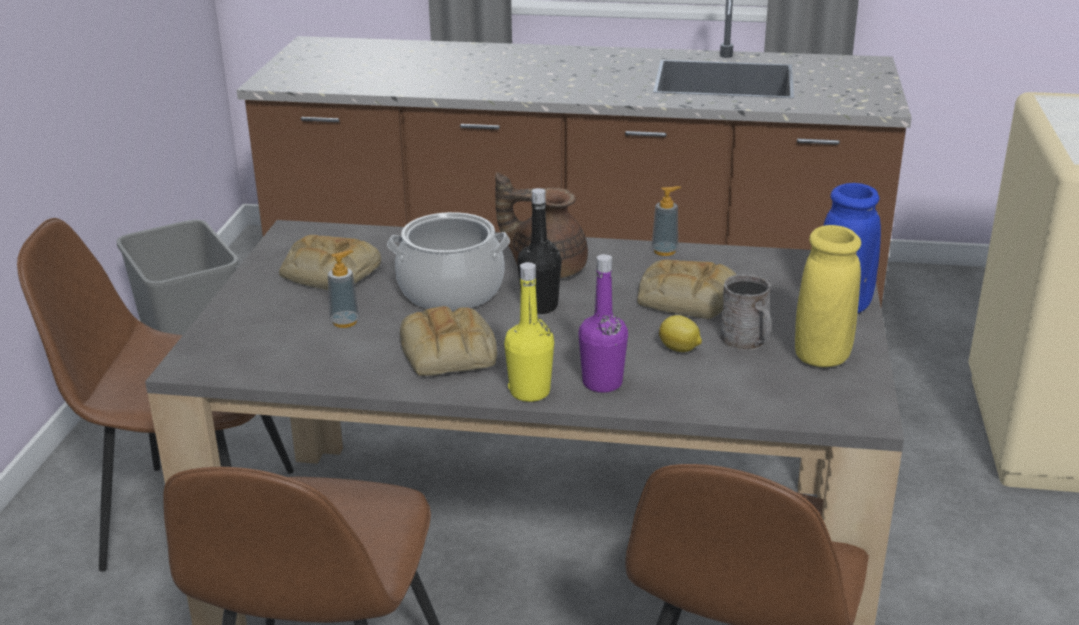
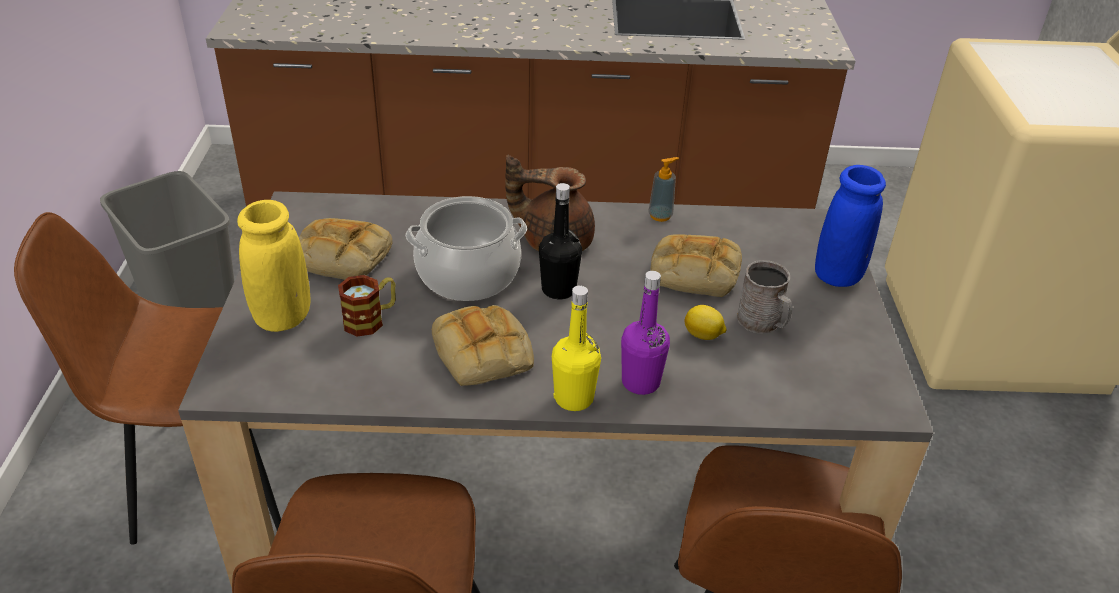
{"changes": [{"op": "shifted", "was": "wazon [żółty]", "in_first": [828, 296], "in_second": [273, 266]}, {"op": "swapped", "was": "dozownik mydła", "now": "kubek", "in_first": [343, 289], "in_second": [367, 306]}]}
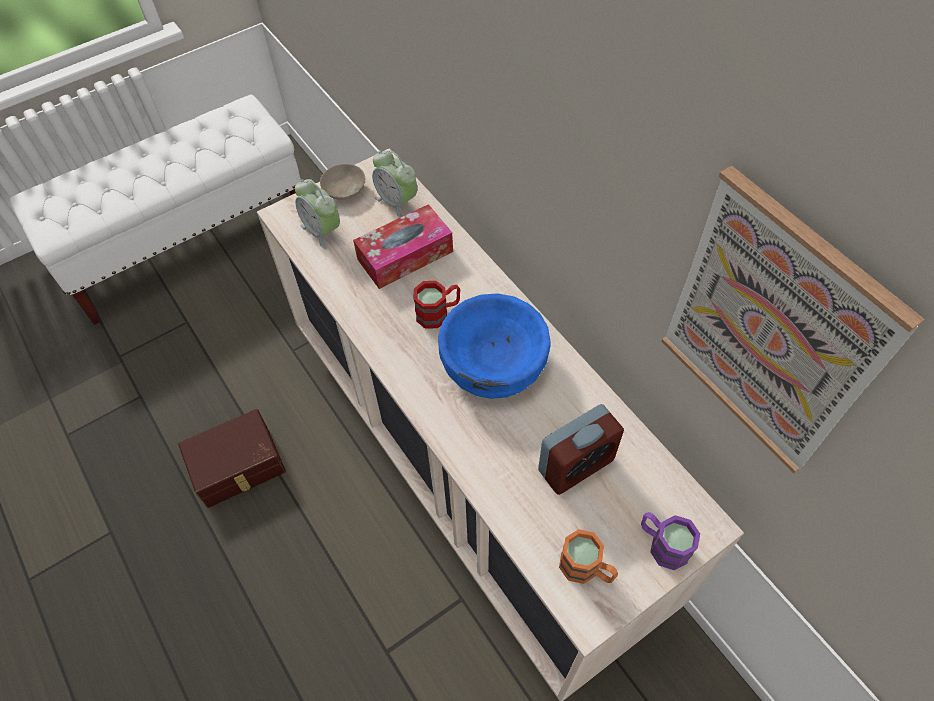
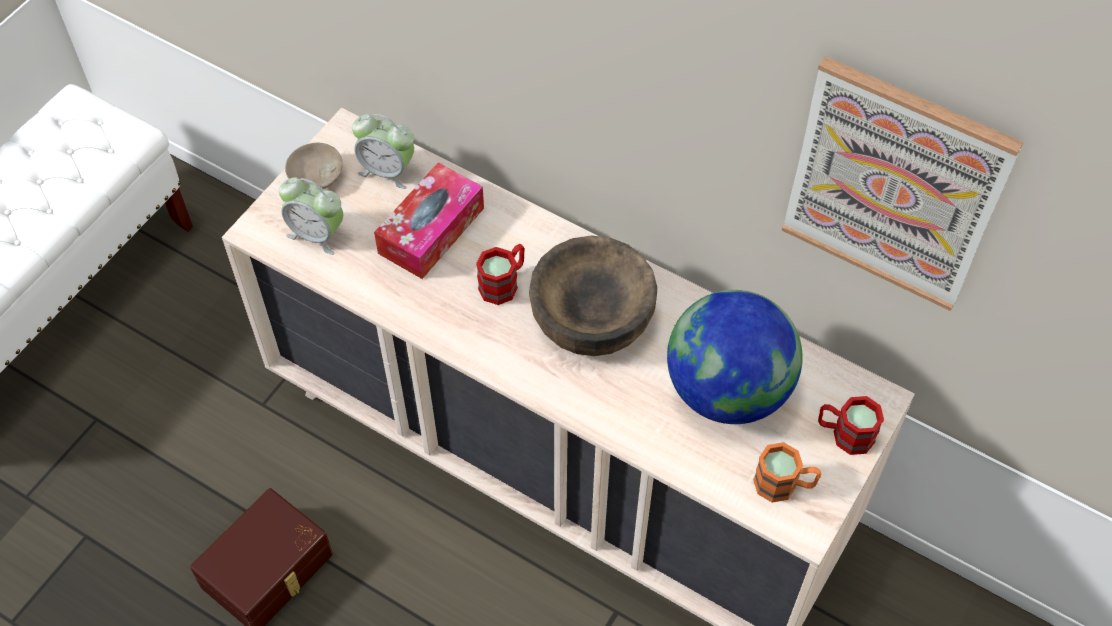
{"changes": [{"op": "repainted", "was": "miska [niebieski]", "now": "miska [brązowy]", "in_first": [494, 346], "in_second": [593, 295]}, {"op": "swapped", "was": "budzik", "now": "globus", "in_first": [581, 449], "in_second": [735, 357]}, {"op": "repainted", "was": "kubek [fioletowy]", "now": "kubek [czerwony]", "in_first": [670, 541], "in_second": [851, 425]}]}
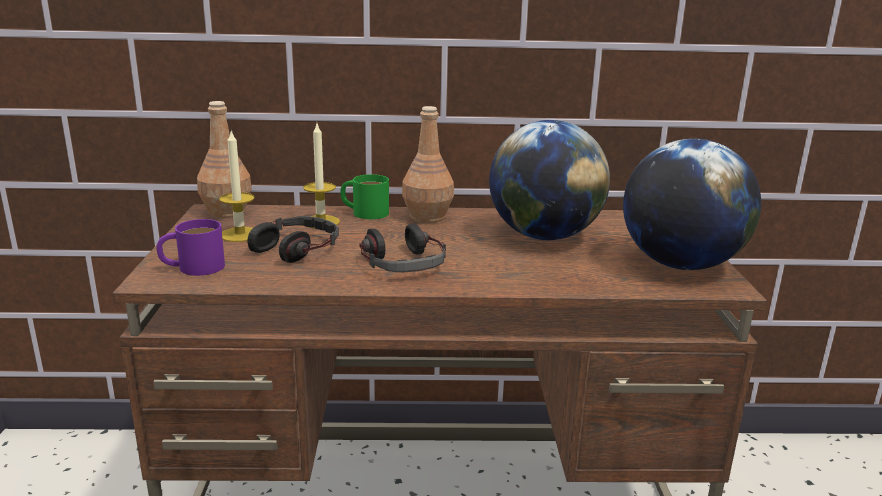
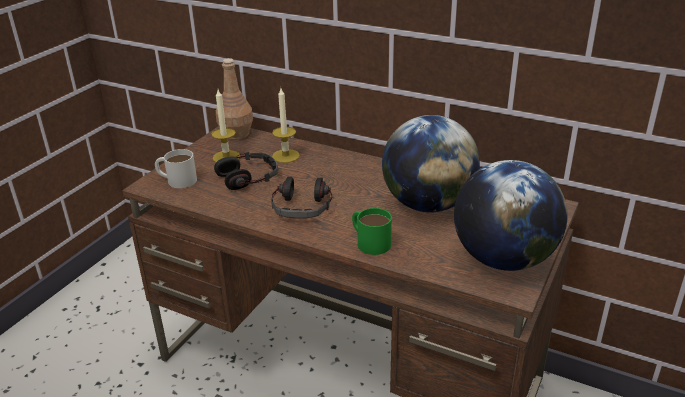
{"changes": [{"op": "repainted", "was": "kubek [fioletowy]", "now": "kubek [biały]", "in_first": [191, 247], "in_second": [176, 168]}, {"op": "shifted", "was": "kubek [zielony]", "in_first": [364, 196], "in_second": [372, 231]}, {"op": "gone", "was": "butelka [brązowy]", "in_first": [428, 164]}]}
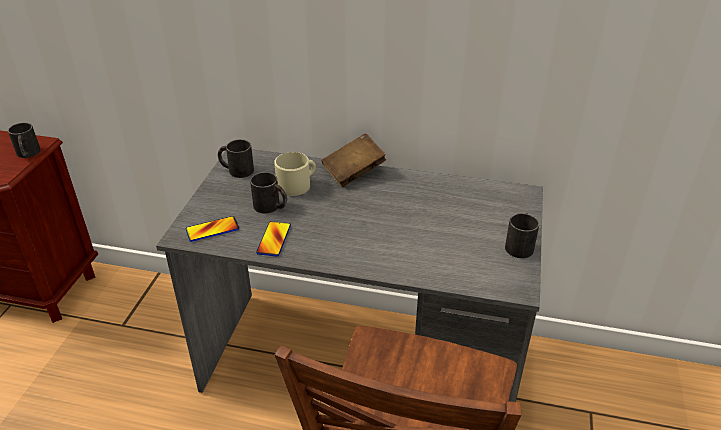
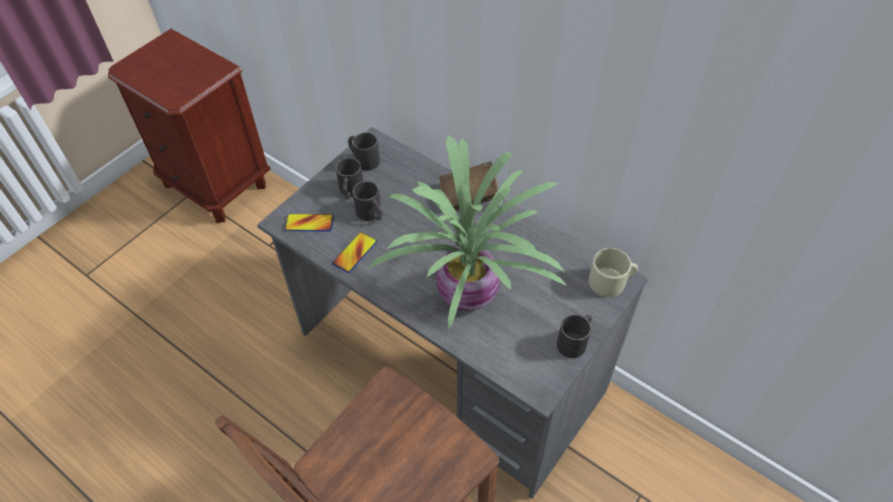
{"changes": [{"op": "shifted", "was": "kubek [czarny]", "in_first": [24, 140], "in_second": [349, 178]}, {"op": "new", "now": "roślina doniczkowa", "in_second": [467, 232]}, {"op": "shifted", "was": "kubek [beżowy]", "in_first": [295, 174], "in_second": [613, 272]}]}
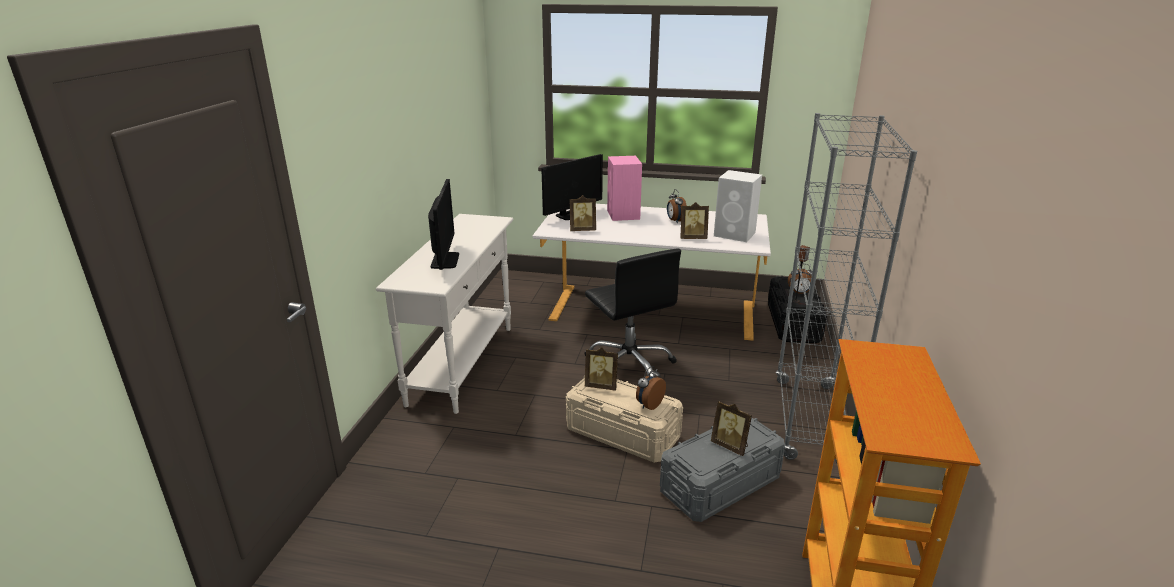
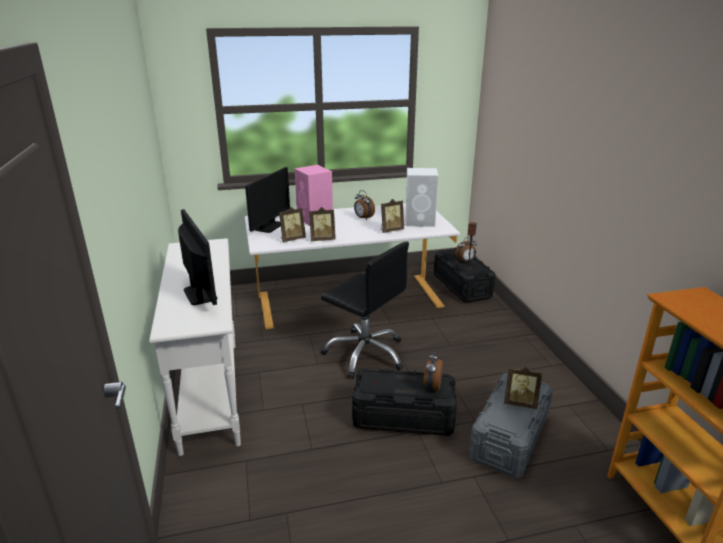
{"changes": [{"op": "shifted", "was": "ramka na zdjęcie", "in_first": [601, 369], "in_second": [322, 224]}, {"op": "repainted", "was": "pojemnik do przechowywania [beżowy]", "now": "pojemnik do przechowywania [czarny]", "in_first": [624, 418], "in_second": [404, 402]}, {"op": "gone", "was": "regał [szary]", "in_first": [846, 288]}]}
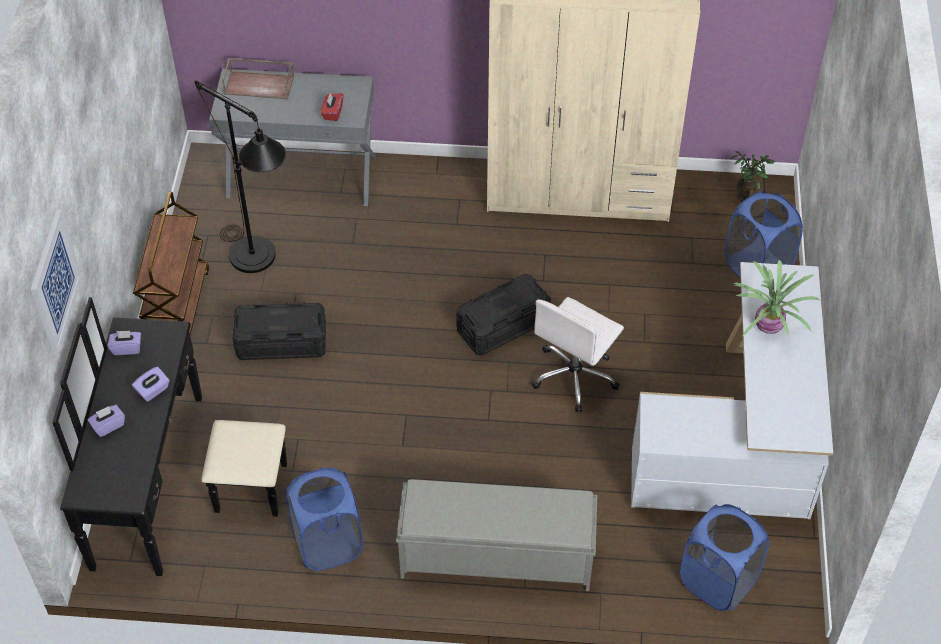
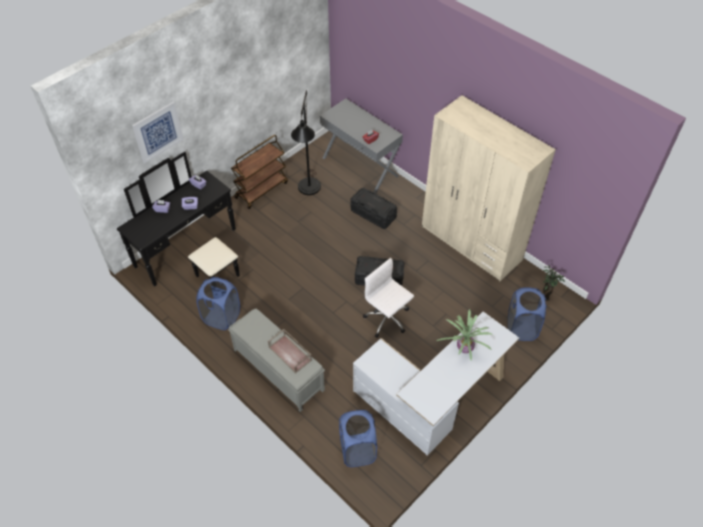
{"changes": [{"op": "shifted", "was": "taca [brązowy]", "in_first": [258, 78], "in_second": [290, 351]}, {"op": "shifted", "was": "pojemnik do przechowywania [czarny]", "in_first": [279, 331], "in_second": [374, 208]}, {"op": "rotated", "was": "krzesło biurowe [biały]", "in_first": [577, 354], "in_second": [388, 298], "clockwise": 60}]}
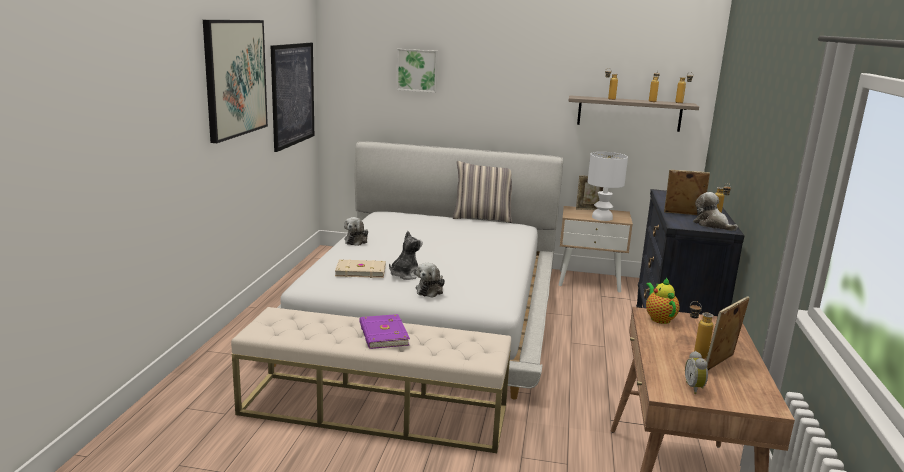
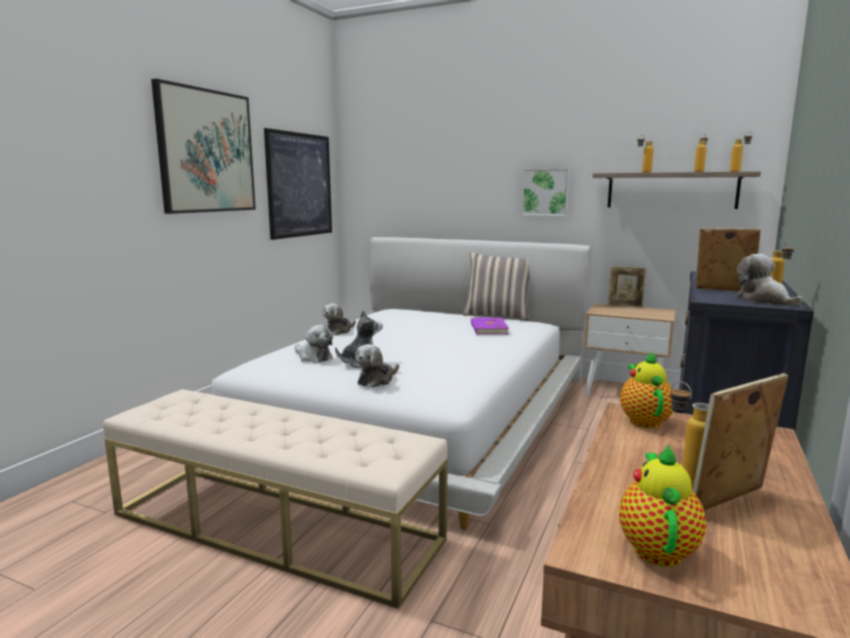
{"changes": [{"op": "swapped", "was": "książka [beżowy]", "now": "pluszak", "in_first": [360, 269], "in_second": [314, 344]}, {"op": "shifted", "was": "książka [fioletowy]", "in_first": [384, 331], "in_second": [490, 326]}, {"op": "shifted", "was": "obraz", "in_first": [417, 71], "in_second": [545, 192]}, {"op": "swapped", "was": "budzik", "now": "imbryk", "in_first": [696, 372], "in_second": [662, 505]}, {"op": "gone", "was": "lampa stołowa [biały]", "in_first": [608, 186]}]}
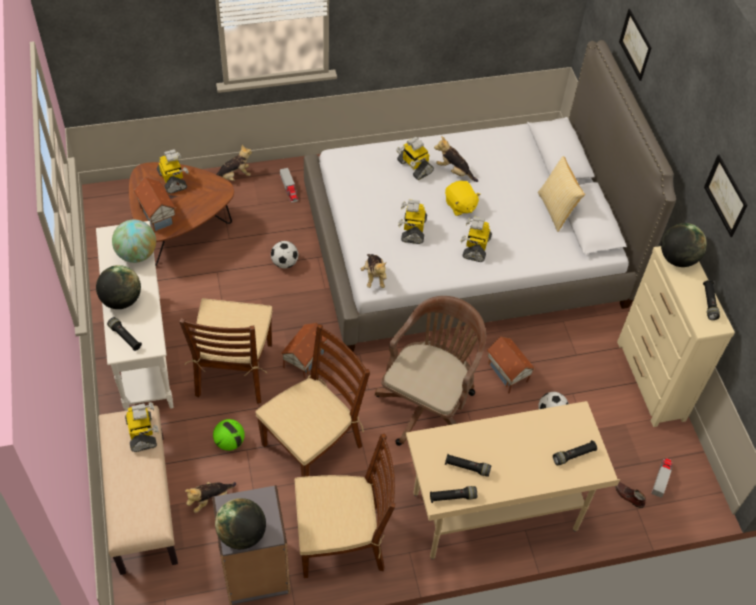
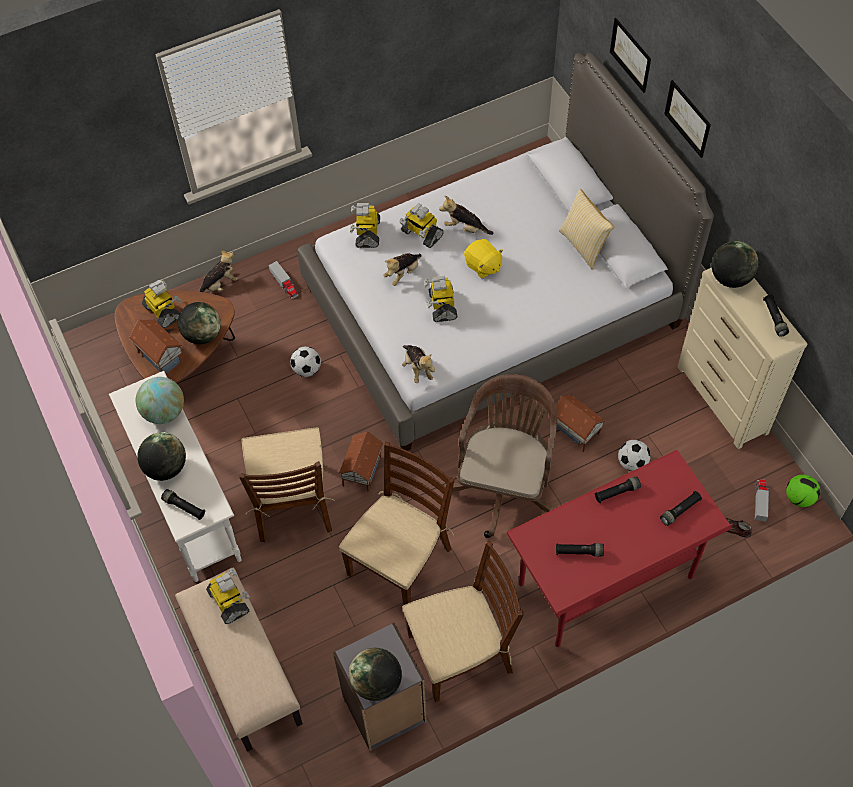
{"changes": [{"op": "new", "now": "globus", "in_second": [199, 323]}, {"op": "shifted", "was": "robot zabawkowy", "in_first": [476, 239], "in_second": [365, 225]}, {"op": "shifted", "was": "pluszak", "in_first": [210, 497], "in_second": [402, 269]}, {"op": "repainted", "was": "biurko [beżowy]", "now": "biurko [czerwony]", "in_first": [513, 480], "in_second": [620, 548]}, {"op": "shifted", "was": "latarka [czarny]", "in_first": [453, 494], "in_second": [618, 489]}, {"op": "shifted", "was": "obraz", "in_first": [726, 196], "in_second": [687, 119]}, {"op": "shifted", "was": "piłka futbolowa", "in_first": [229, 435], "in_second": [803, 490]}]}
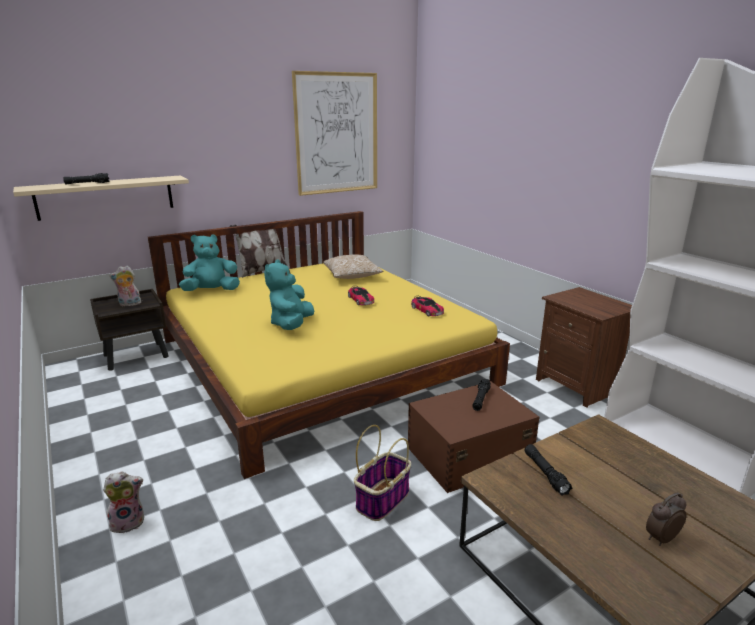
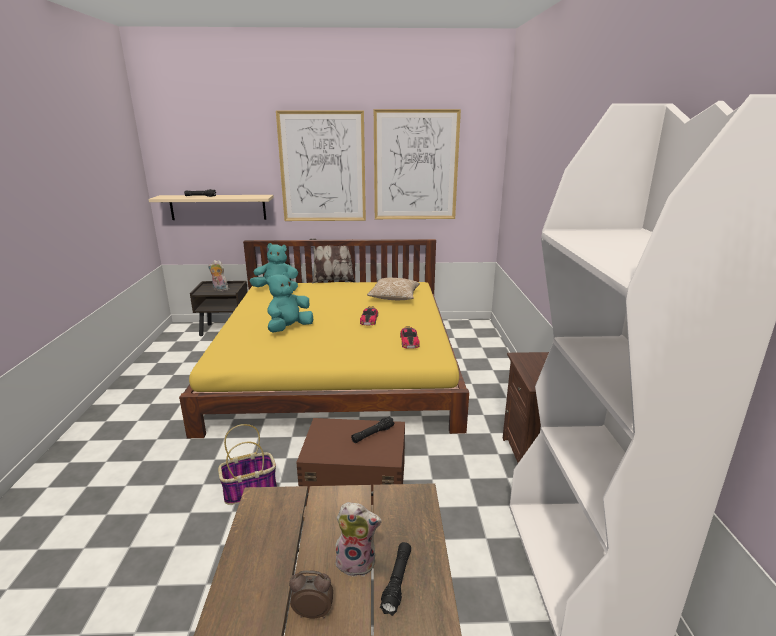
{"changes": [{"op": "new", "now": "obraz", "in_second": [321, 166]}, {"op": "shifted", "was": "pluszak", "in_first": [123, 502], "in_second": [359, 539]}, {"op": "shifted", "was": "latarka [czarny]", "in_first": [548, 470], "in_second": [395, 579]}]}
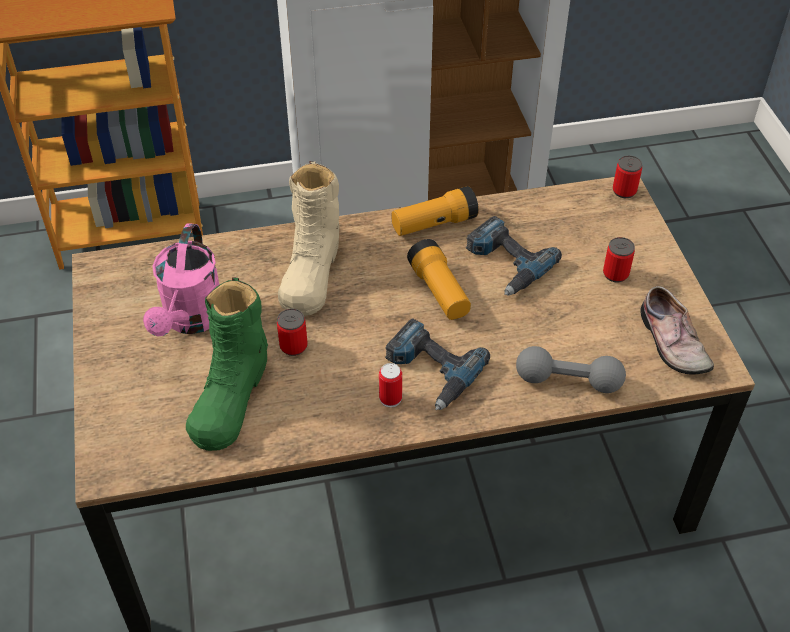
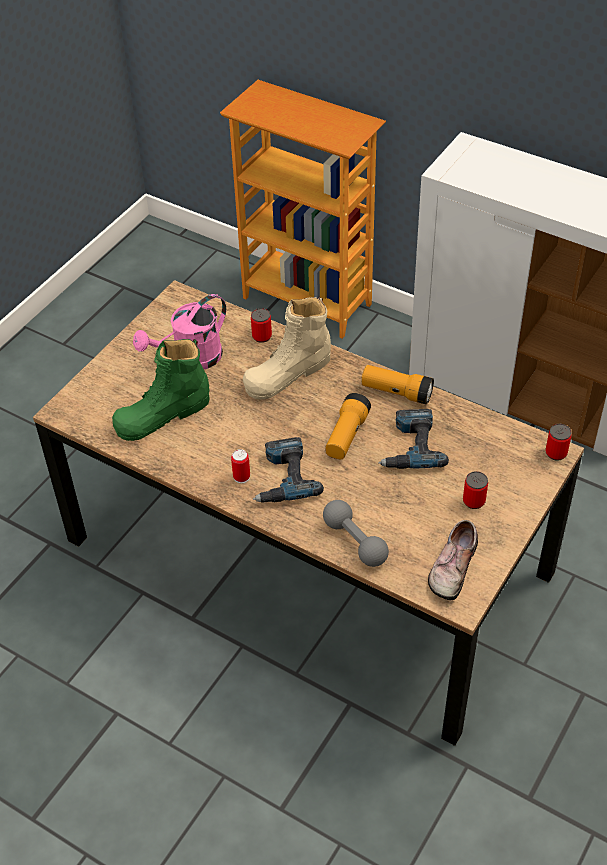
{"changes": [{"op": "shifted", "was": "puszka", "in_first": [292, 332], "in_second": [261, 325]}]}
